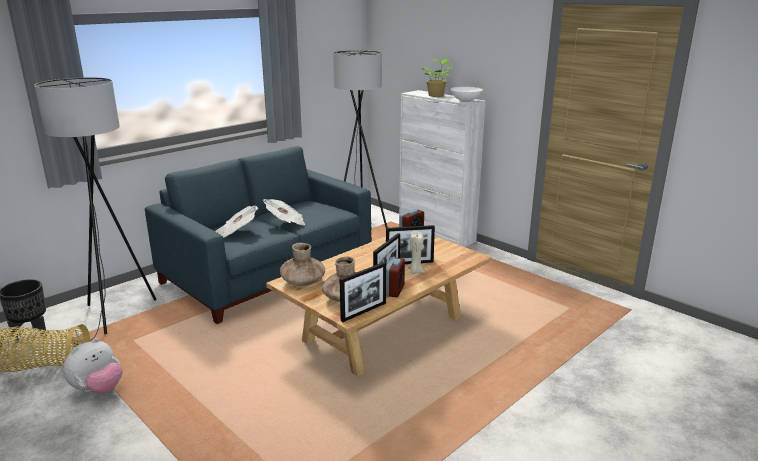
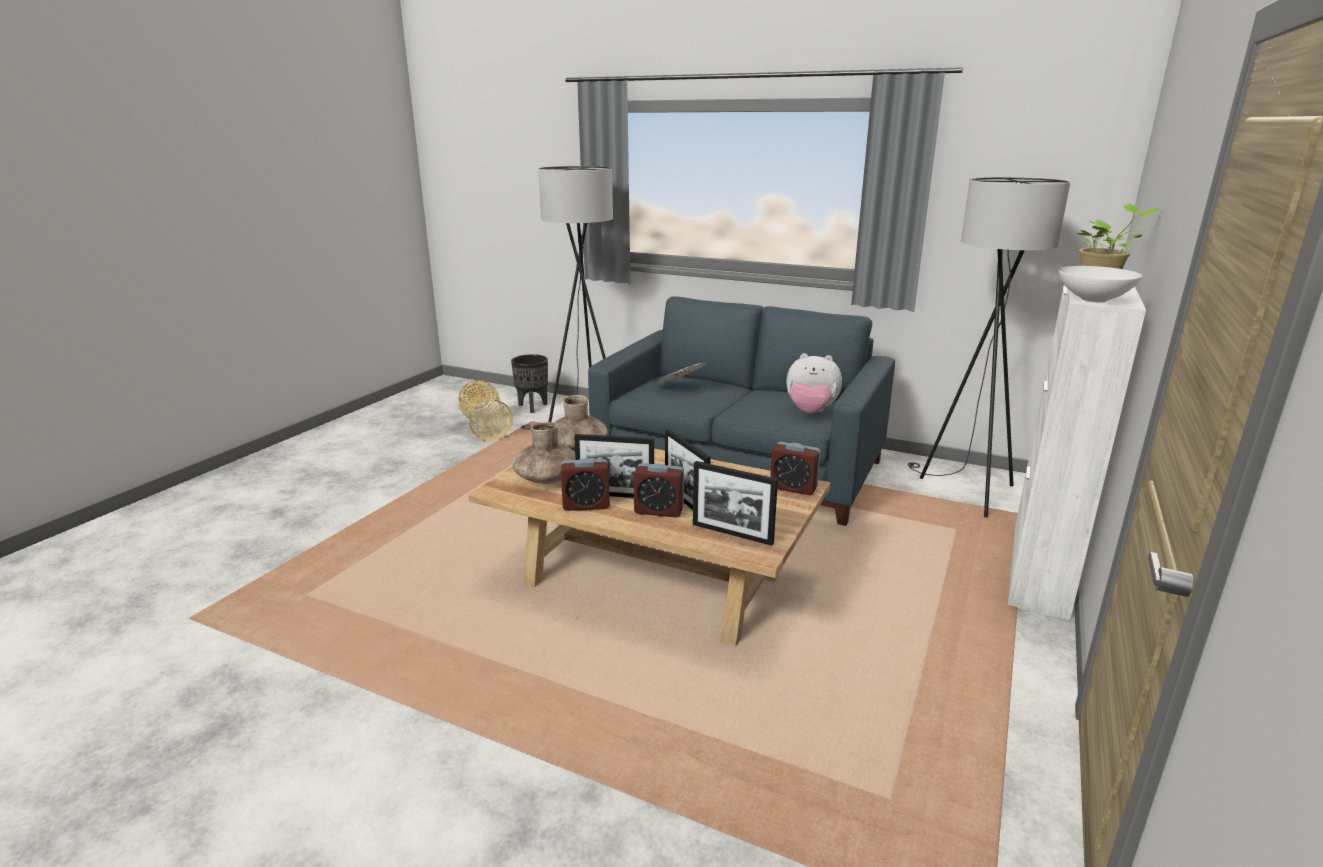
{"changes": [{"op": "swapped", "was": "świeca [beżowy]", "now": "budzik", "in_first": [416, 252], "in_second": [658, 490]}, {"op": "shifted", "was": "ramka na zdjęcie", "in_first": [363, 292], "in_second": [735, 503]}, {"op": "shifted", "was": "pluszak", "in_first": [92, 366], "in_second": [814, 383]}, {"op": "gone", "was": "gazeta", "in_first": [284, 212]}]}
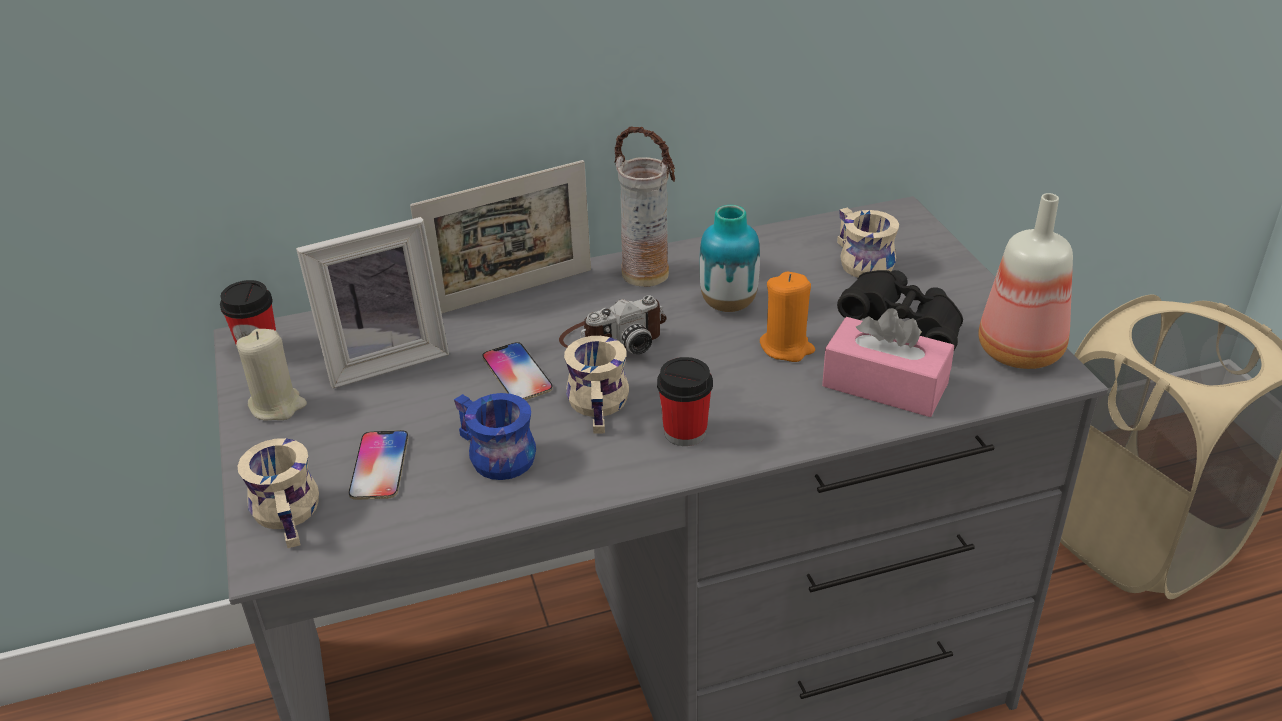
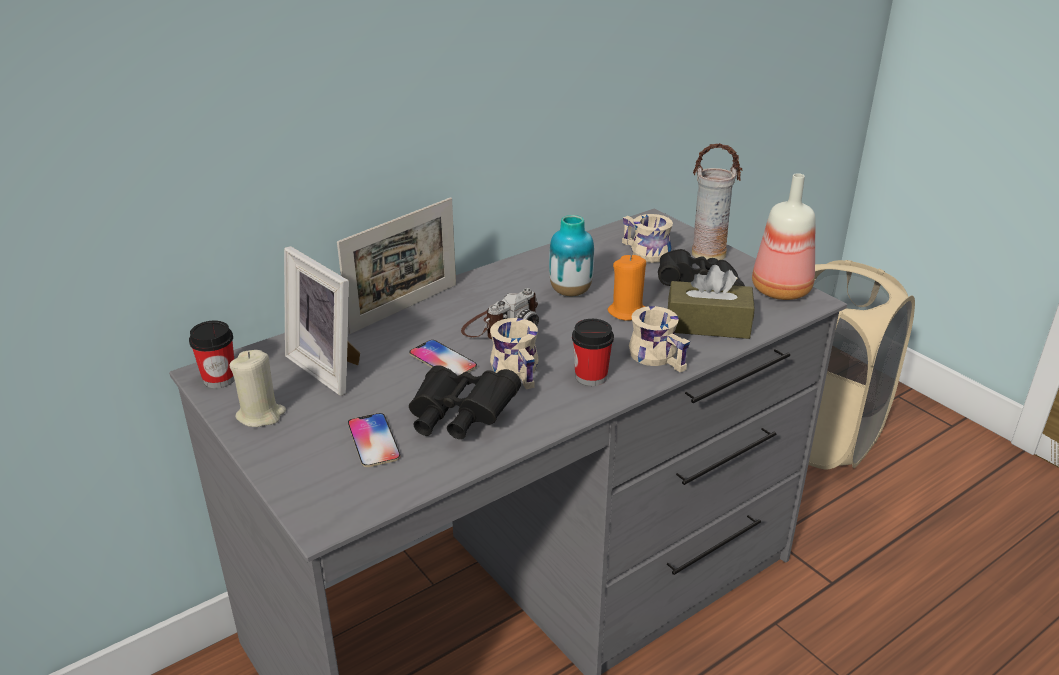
{"changes": [{"op": "rotated", "was": "ramka na zdjęcie", "in_first": [372, 303], "in_second": [322, 321], "clockwise": 90}, {"op": "swapped", "was": "kubek [niebieski]", "now": "lornetka [czarny]", "in_first": [495, 436], "in_second": [465, 402]}, {"op": "shifted", "was": "kubek [beżowy]", "in_first": [278, 493], "in_second": [659, 339]}, {"op": "repainted", "was": "pudełko chusteczek [różowy]", "now": "pudełko chusteczek [brązowy]", "in_first": [888, 362], "in_second": [711, 302]}, {"op": "shifted", "was": "wazon", "in_first": [644, 206], "in_second": [717, 201]}]}
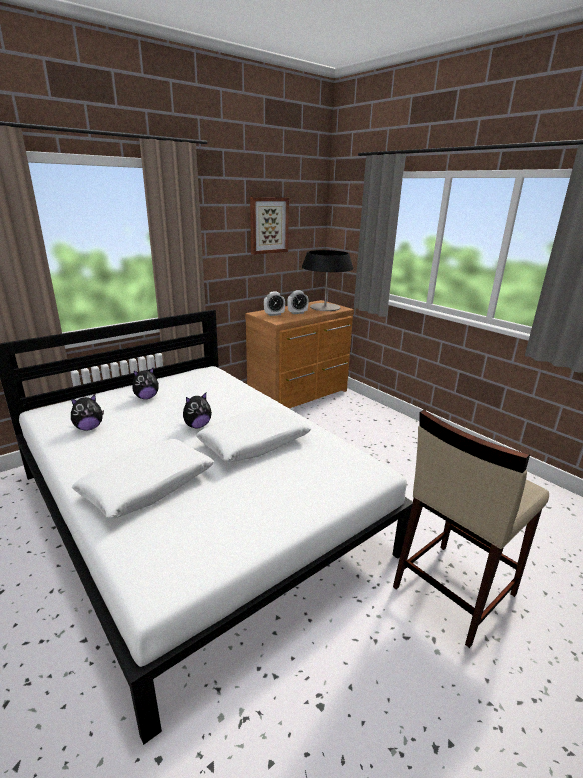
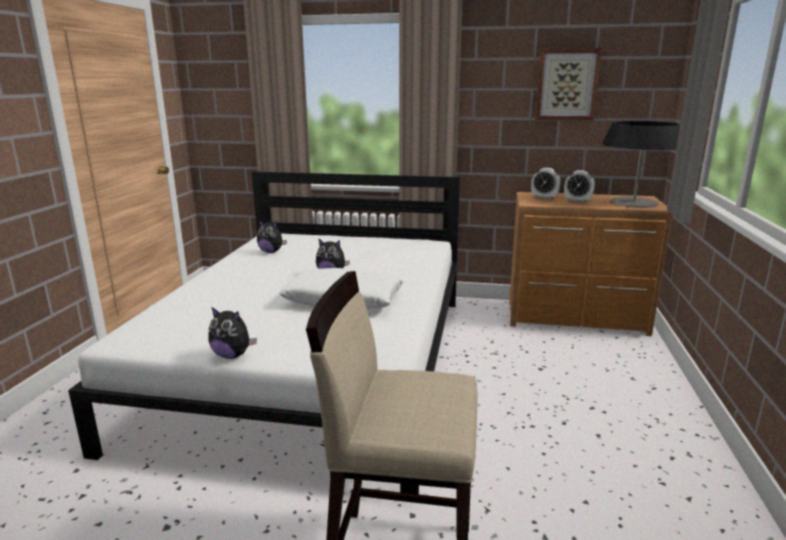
{"changes": [{"op": "shifted", "was": "pluszak", "in_first": [145, 383], "in_second": [232, 333]}, {"op": "gone", "was": "poduszka [biały]", "in_first": [143, 478]}]}
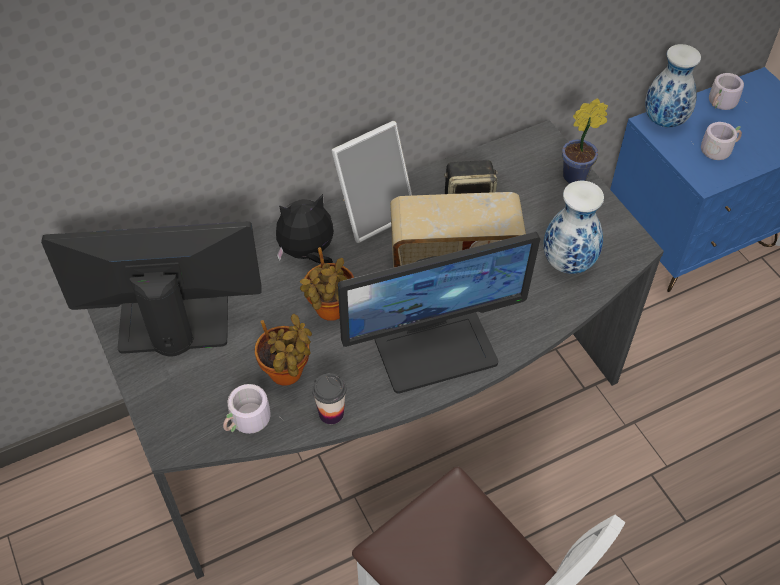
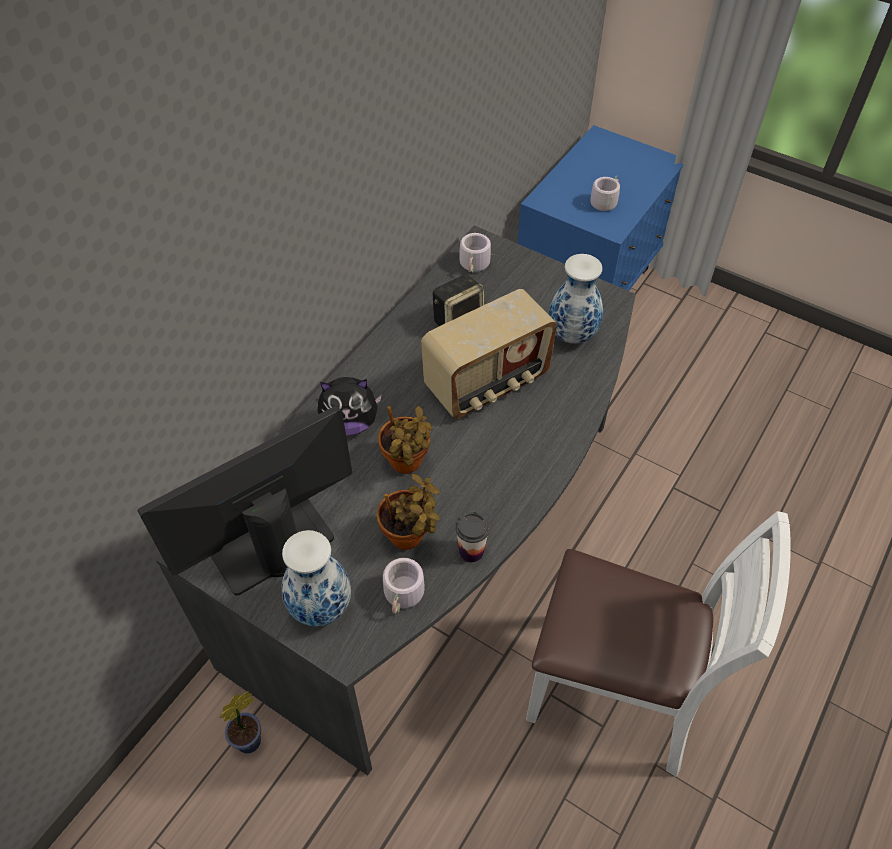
{"changes": [{"op": "shifted", "was": "roślina doniczkowa", "in_first": [585, 140], "in_second": [240, 722]}, {"op": "shifted", "was": "wazon", "in_first": [673, 85], "in_second": [316, 578]}, {"op": "rotated", "was": "pluszak", "in_first": [305, 229], "in_second": [350, 406], "clockwise": -135}, {"op": "shifted", "was": "kubek [szary]", "in_first": [728, 91], "in_second": [476, 253]}, {"op": "gone", "was": "ramka na zdjęcie", "in_first": [371, 182]}, {"op": "gone", "was": "monitor", "in_first": [439, 313]}]}
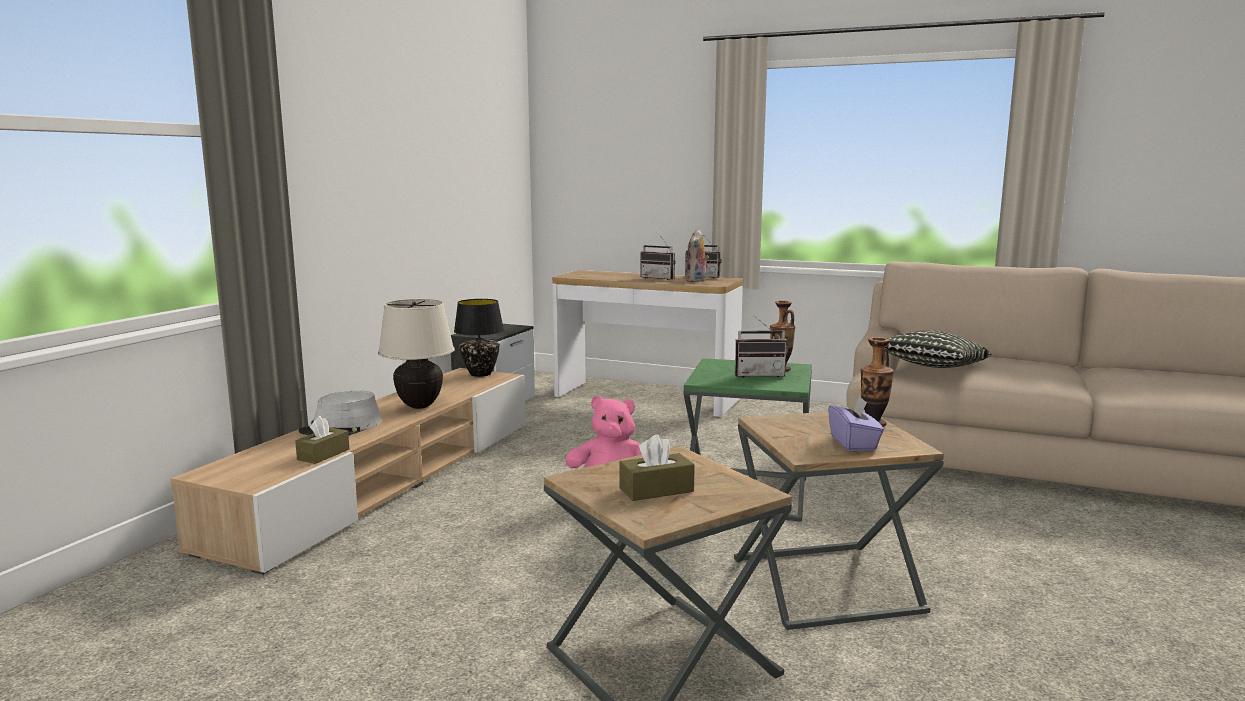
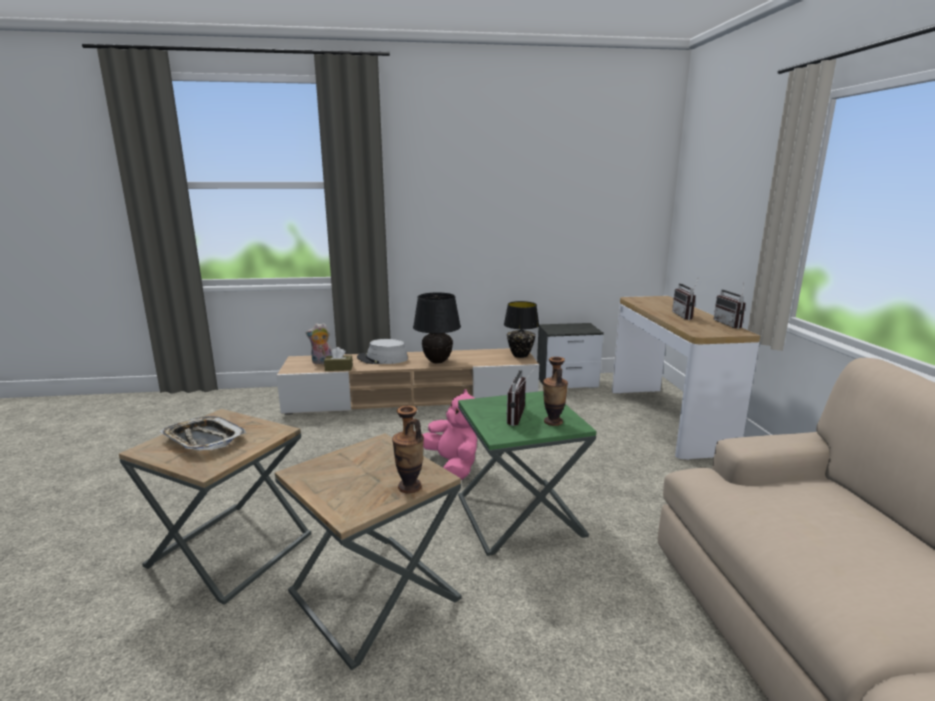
{"changes": [{"op": "swapped", "was": "pudełko chusteczek [brązowy]", "now": "taca", "in_first": [657, 467], "in_second": [203, 433]}, {"op": "shifted", "was": "pluszak", "in_first": [697, 256], "in_second": [319, 343]}, {"op": "repainted", "was": "lampa stołowa [beżowy]", "now": "lampa stołowa [czarny]", "in_first": [416, 354], "in_second": [437, 328]}, {"op": "rotated", "was": "radio", "in_first": [761, 346], "in_second": [522, 396], "clockwise": 45}, {"op": "gone", "was": "pudełko chusteczek [fioletowy]", "in_first": [856, 423]}, {"op": "gone", "was": "poduszka", "in_first": [938, 349]}]}
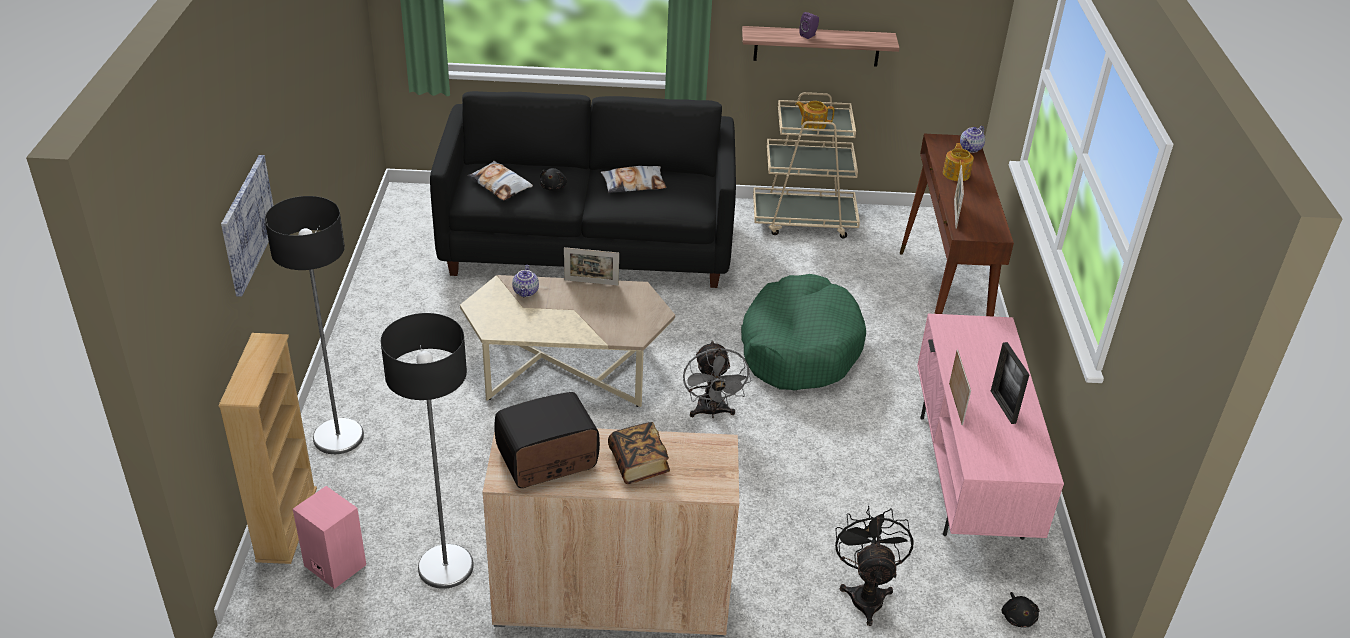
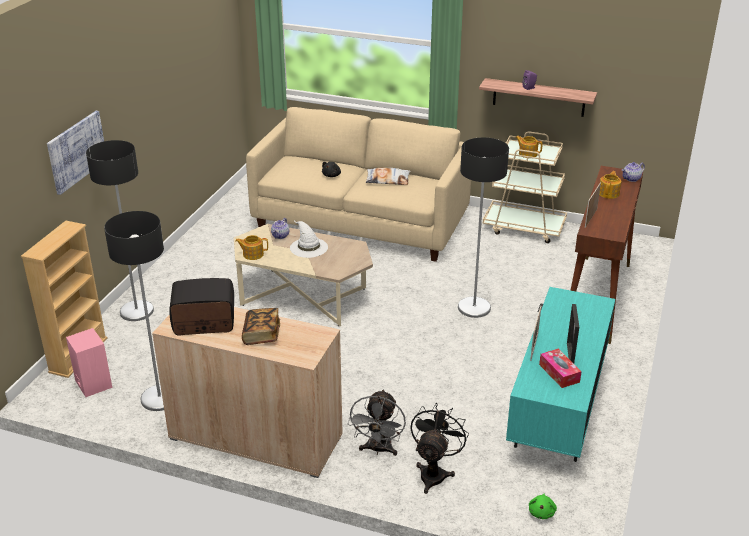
{"changes": [{"op": "new", "now": "imbryk", "in_second": [251, 247]}, {"op": "repainted", "was": "kanapa [czarny]", "now": "kanapa [beżowy]", "in_first": [583, 189], "in_second": [358, 184]}, {"op": "new", "now": "kapelusz [biały]", "in_second": [309, 239]}, {"op": "shifted", "was": "wentylator [szary]", "in_first": [717, 379], "in_second": [377, 422]}, {"op": "swapped", "was": "legowisko [zielony]", "now": "lampa stojąca", "in_first": [803, 332], "in_second": [483, 227]}, {"op": "repainted", "was": "szafka pod telewizor [różowy]", "now": "szafka pod telewizor [turkusowy]", "in_first": [990, 427], "in_second": [560, 374]}, {"op": "repainted", "was": "pluszak [czarny]", "now": "pluszak [zielony]", "in_first": [1021, 610], "in_second": [543, 506]}, {"op": "new", "now": "pudełko chusteczek", "in_second": [560, 368]}, {"op": "gone", "was": "poduszka", "in_first": [500, 181]}, {"op": "gone", "was": "ramka na zdjęcie", "in_first": [591, 266]}]}
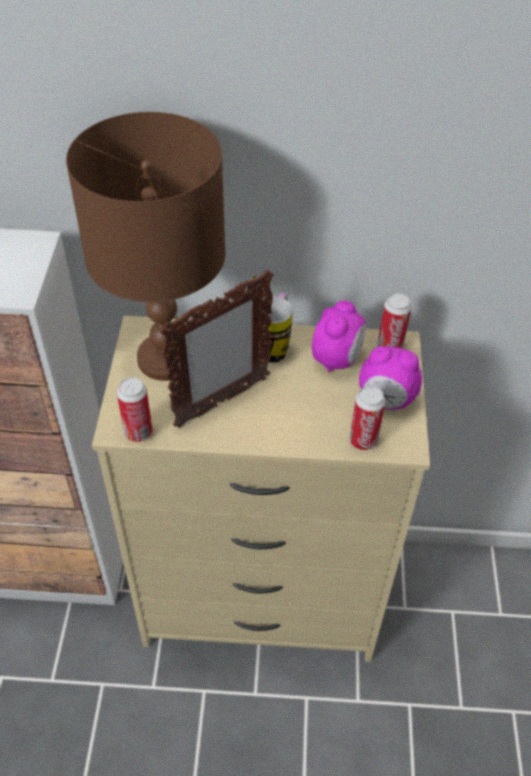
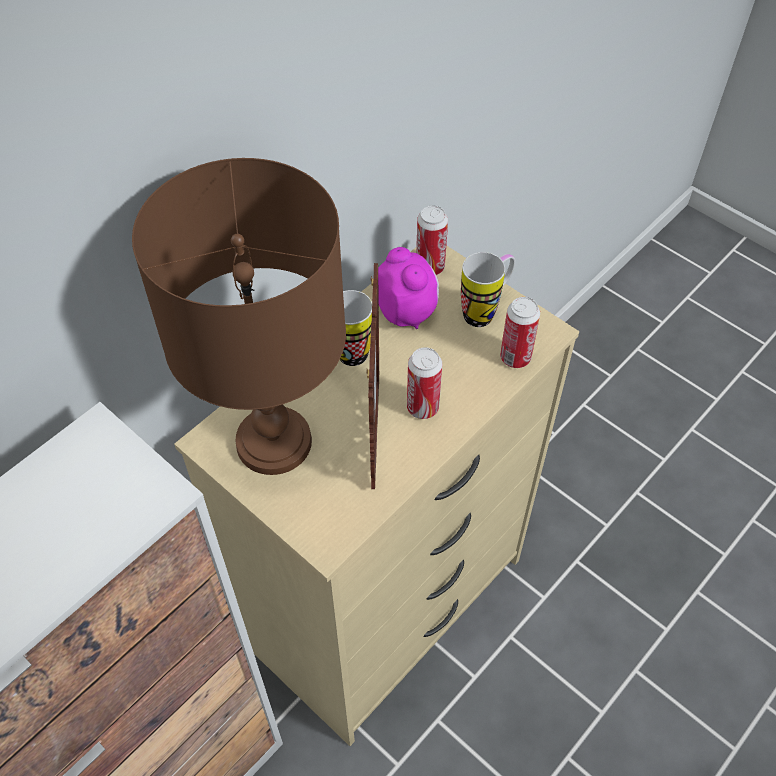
{"changes": [{"op": "shifted", "was": "puszka", "in_first": [134, 409], "in_second": [424, 383]}, {"op": "swapped", "was": "budzik", "now": "kubek", "in_first": [390, 378], "in_second": [488, 289]}]}
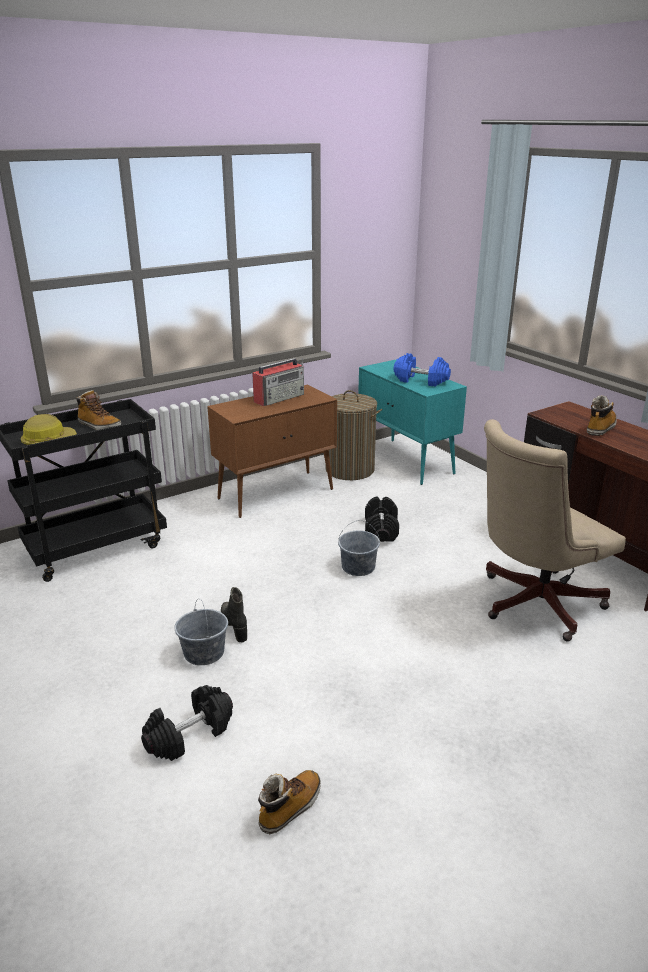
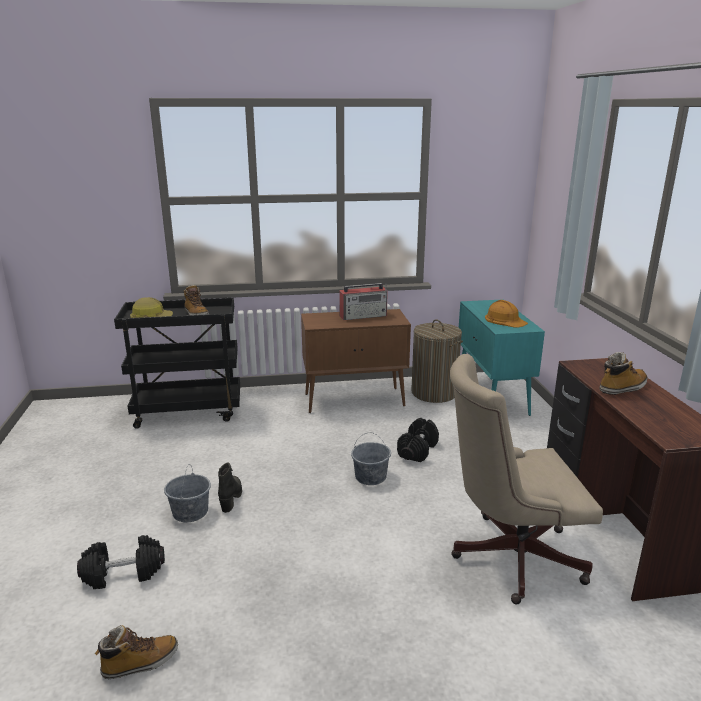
{"changes": [{"op": "swapped", "was": "hantel [niebieski]", "now": "kask [pomarańczowy]", "in_first": [422, 370], "in_second": [506, 314]}]}
